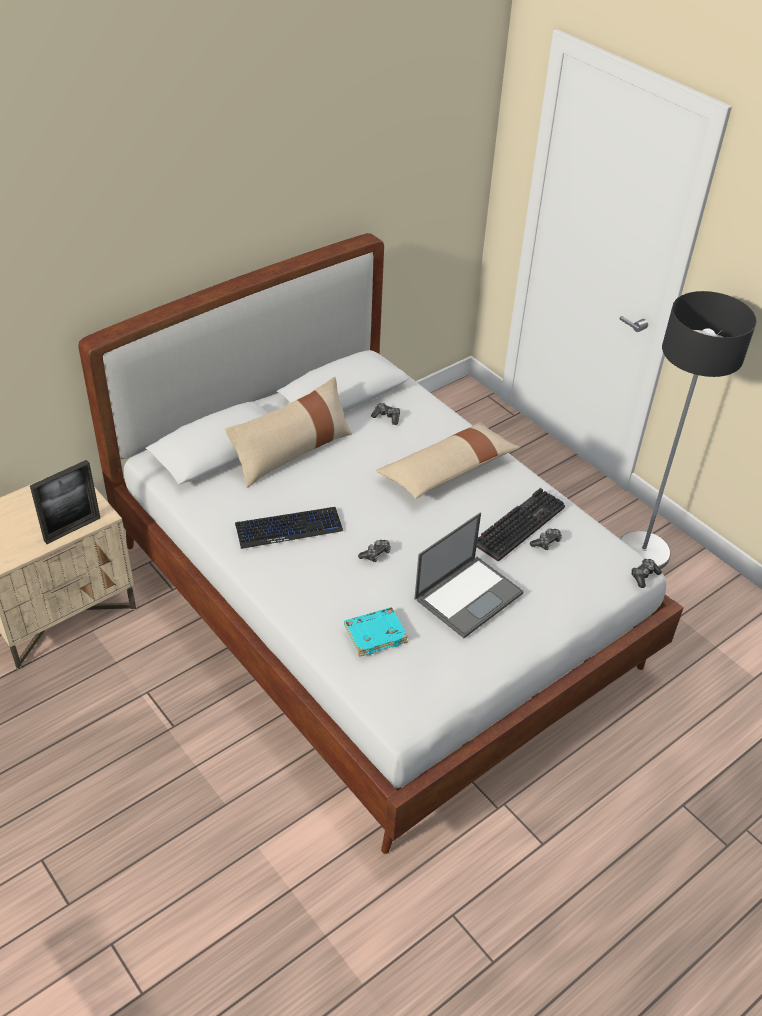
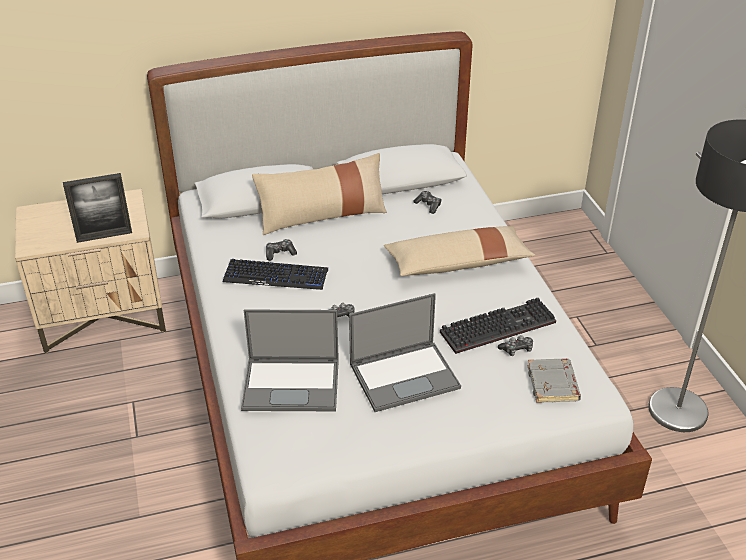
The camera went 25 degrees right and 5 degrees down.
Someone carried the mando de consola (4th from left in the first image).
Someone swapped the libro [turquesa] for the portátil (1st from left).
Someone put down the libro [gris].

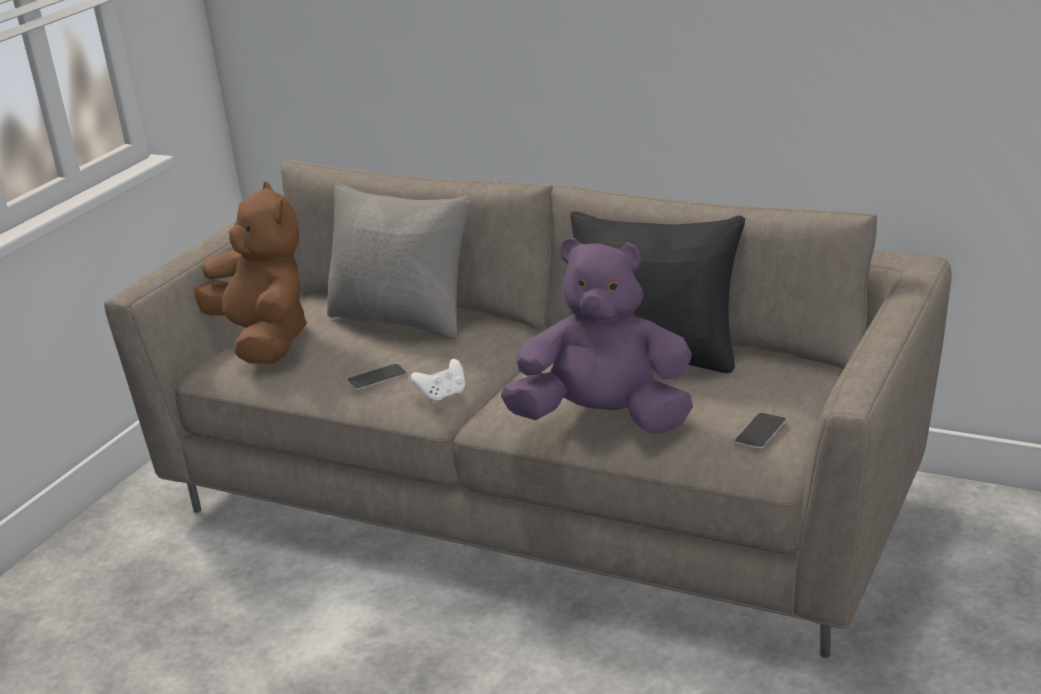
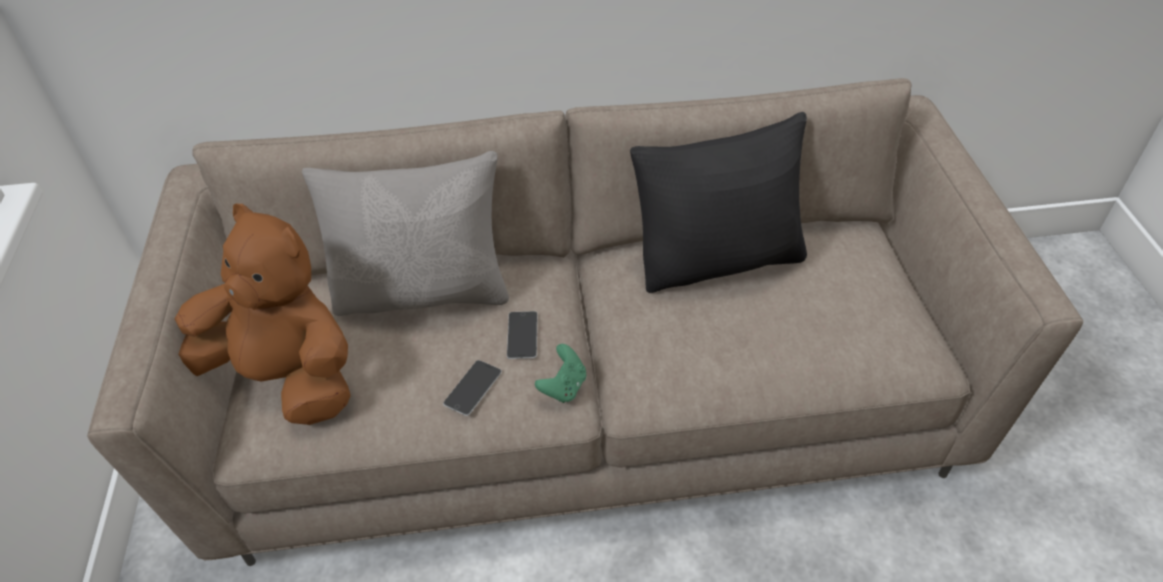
The camera went 35 degrees left and 20 degrees up.
Someone took away the peluche [morado].
Someone repainted the mando de consola [blanco], which became the mando de consola [verde].
Someone carried the móvil (2nd from left).

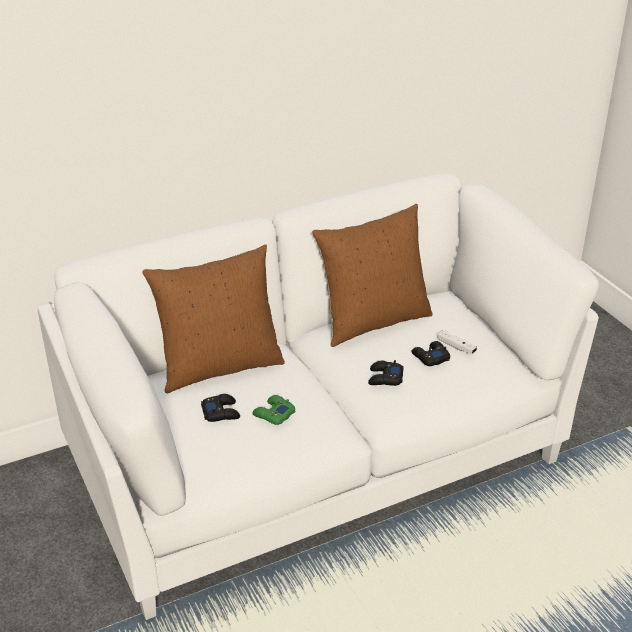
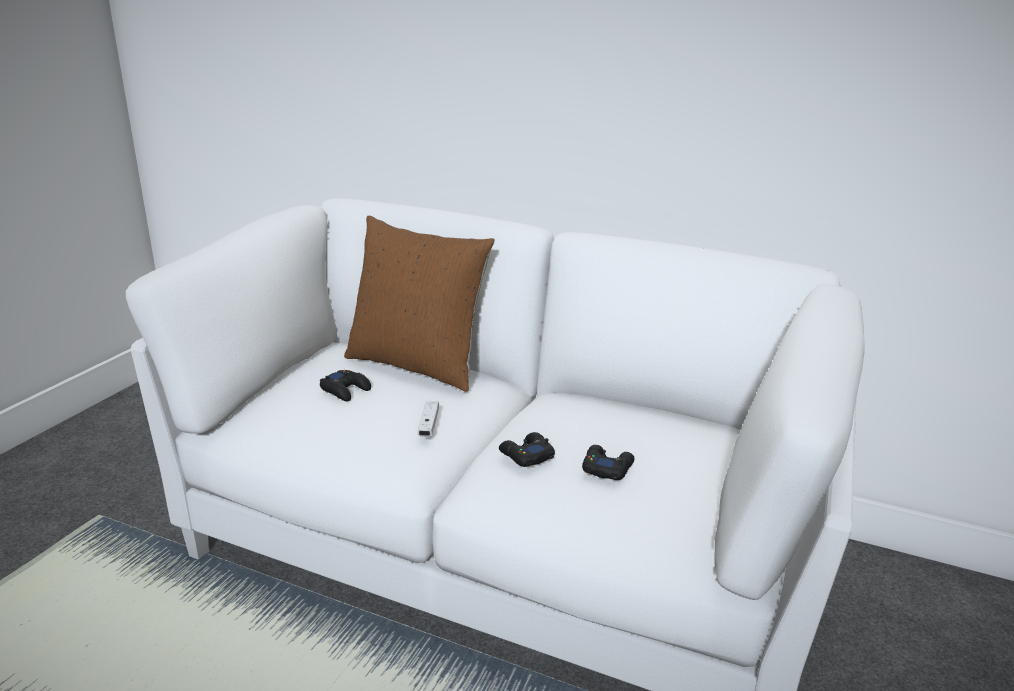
The camera went 50 degrees right and 10 degrees down.
Someone took away the cojín [marrón] (2nd from left).
Someone carried the mando de consola [blanco].
Someone took away the mando de consola [verde].

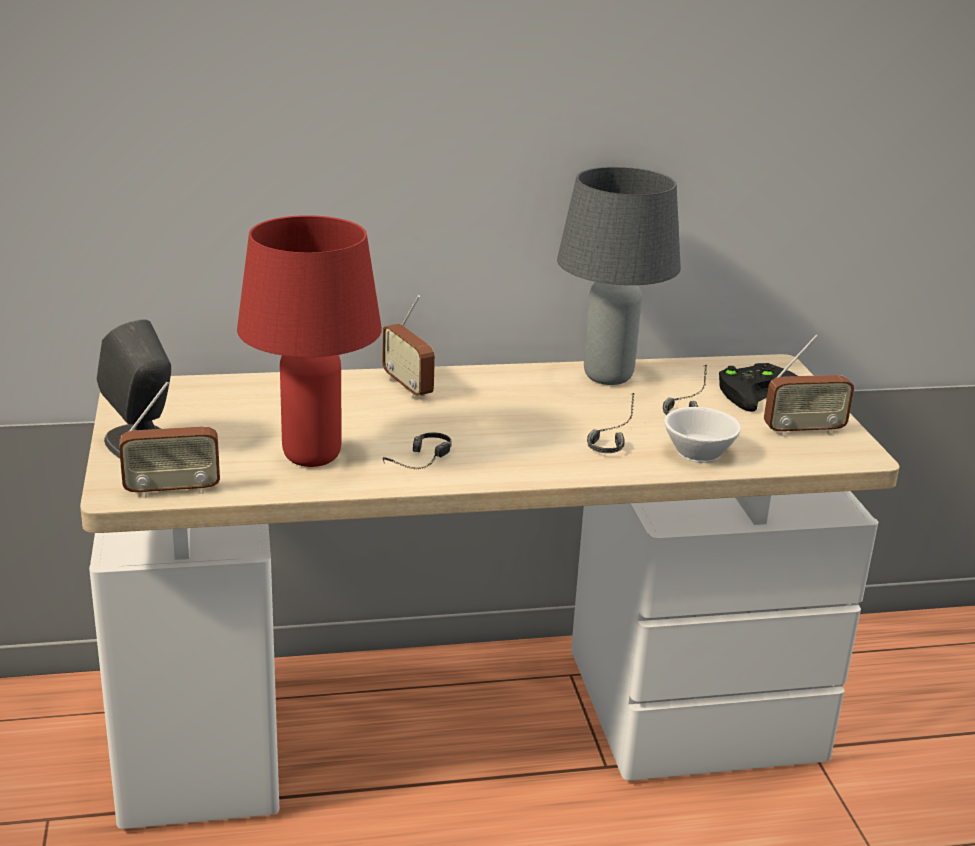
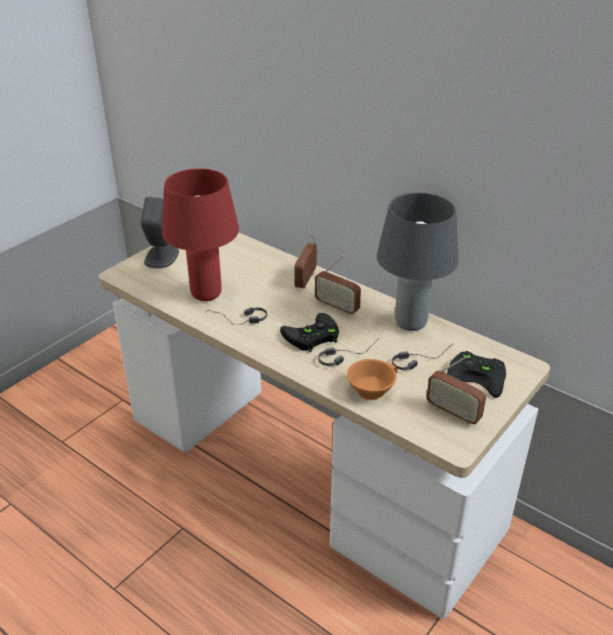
The camera went 50 degrees right and 10 degrees up.
Someone carried the radio (1st from left in the first image).
Someone repainted the taza [blanco], which became the taza [naranja].
Someone put down the mando de consola [negro] (1st from left).

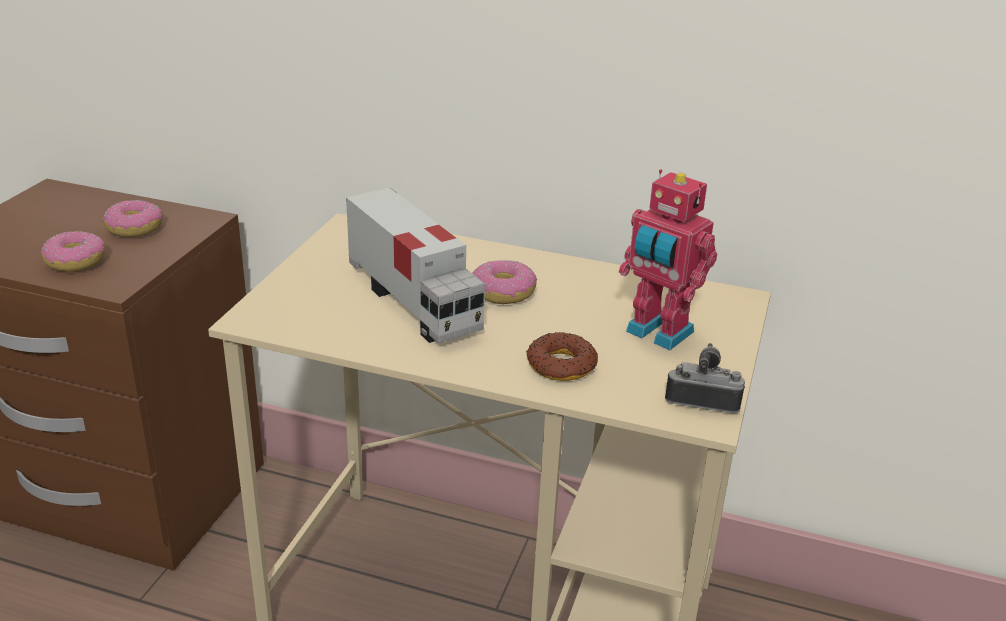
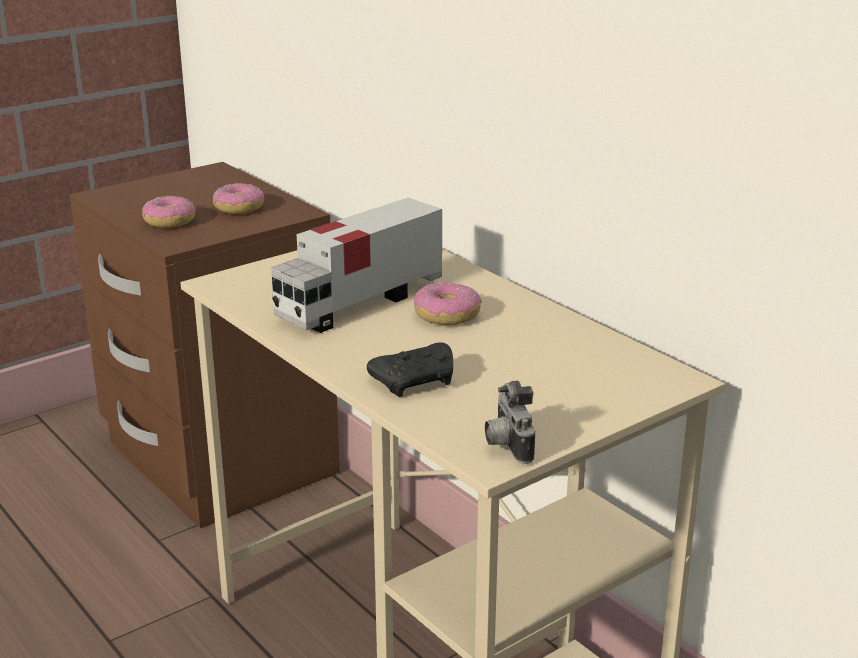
The camera went 35 degrees right and 5 degrees down.
Someone took away the robot de juguete.
Someone rotated the camión de juguete by 45 degrees clockwise.
Someone swapped the rosquilla (4th from left) for the mando de consola [negro].
Someone rotated the cámara by 150 degrees counterclockwise.

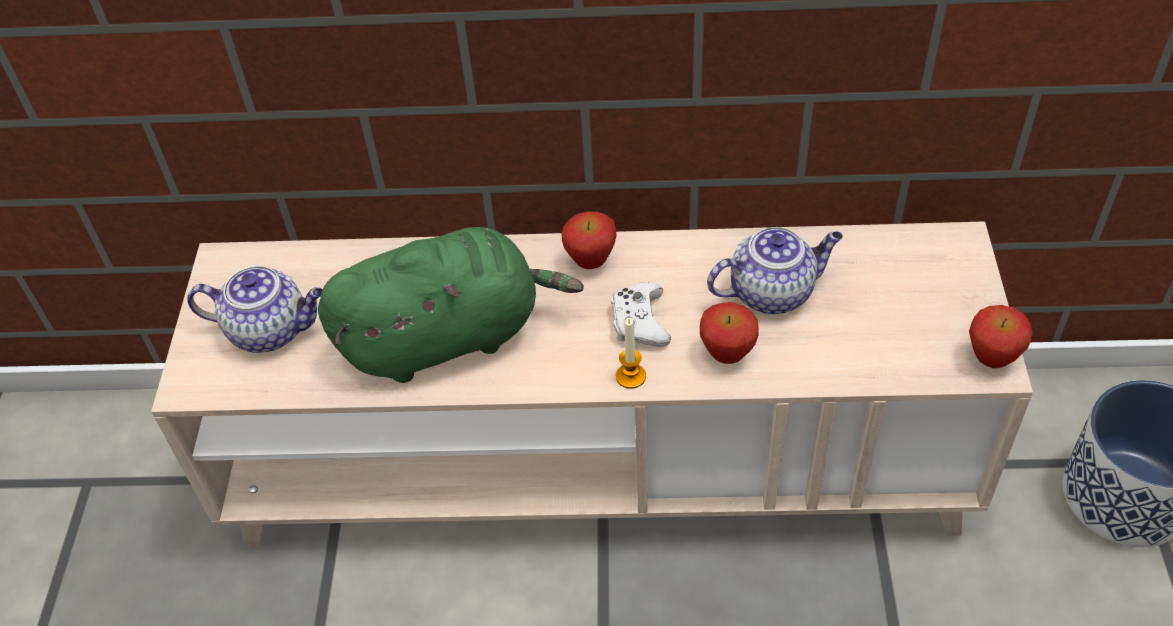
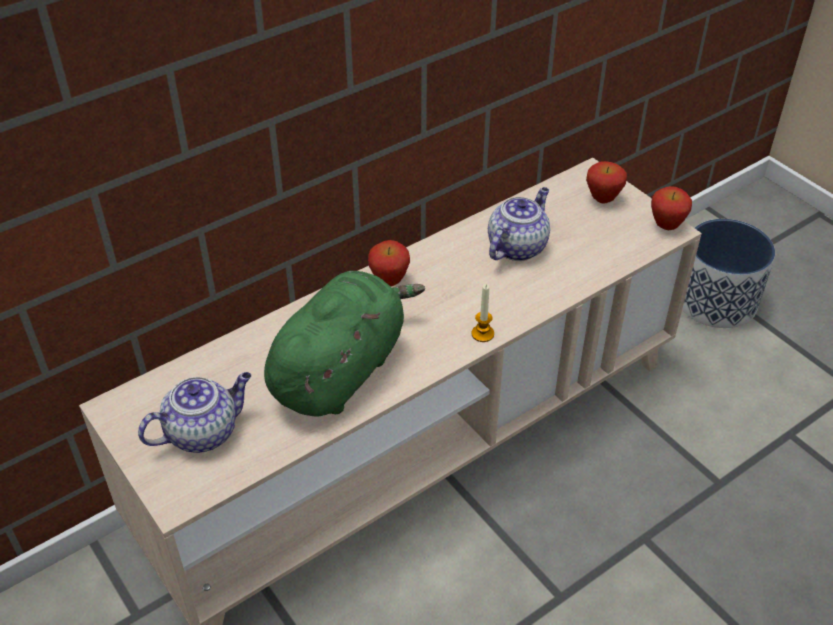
The camera went 40 degrees left and 5 degrees down.
Someone took away the mando de consola [blanco].
Someone carried the manzana (2nd from left).

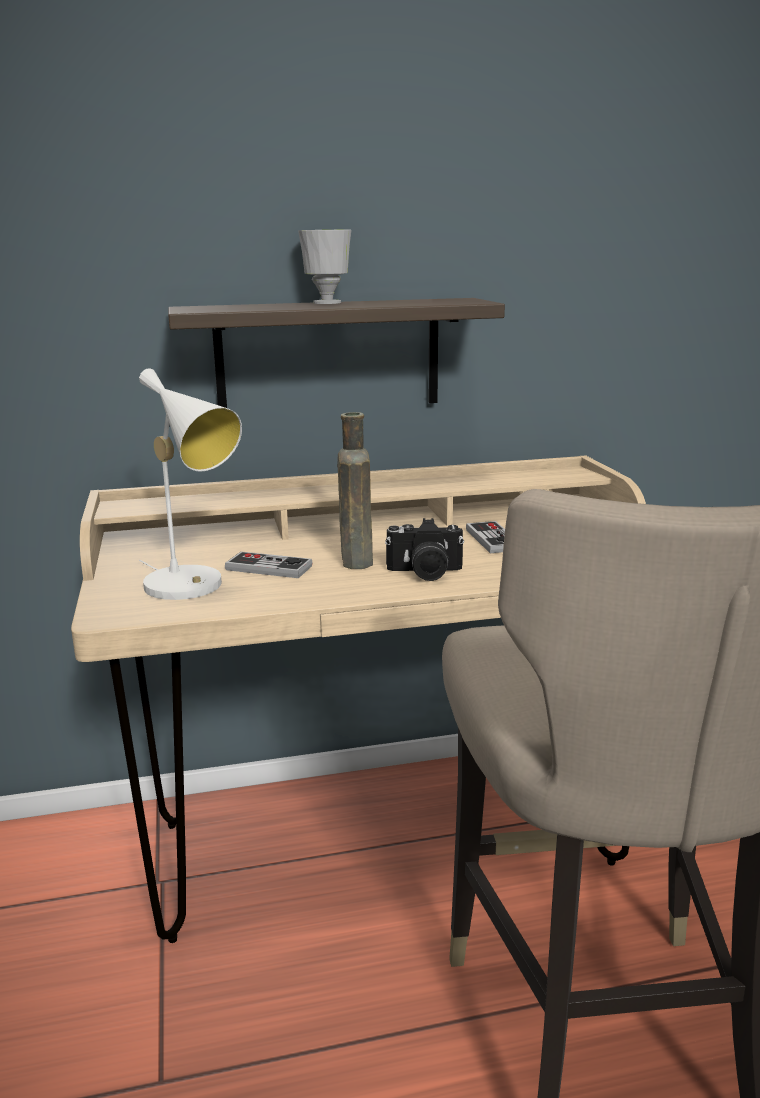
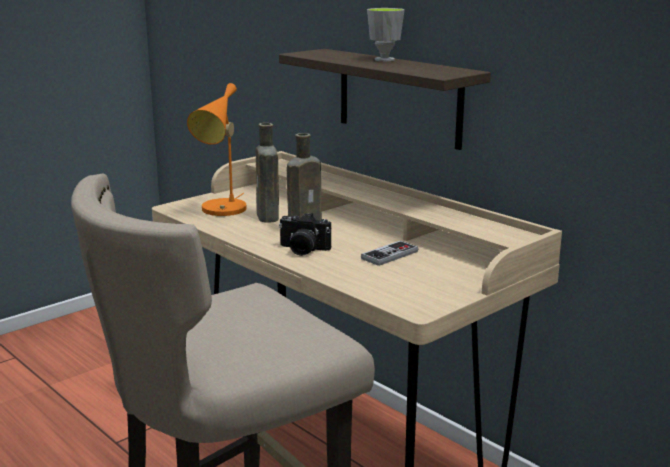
The camera went 60 degrees right and 0 degrees up.
Someone repainted the lámpara de mesa [blanco], which became the lámpara de mesa [naranja].
Someone rotated the cámara by 45 degrees counterclockwise.
Someone swapped the mando de consola (1st from left) for the botella [marrón] (1st from left).

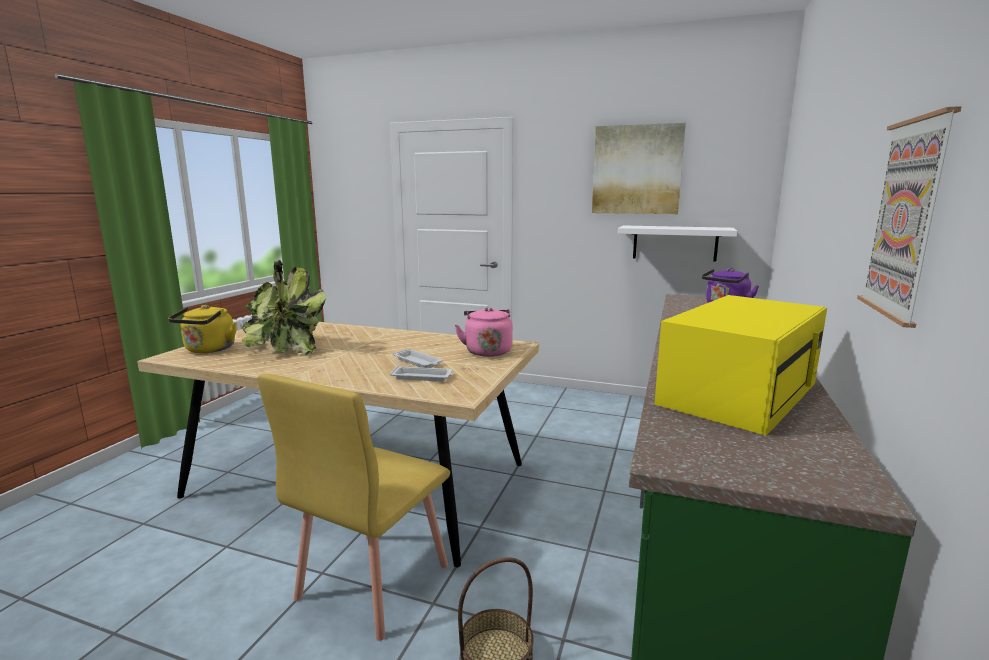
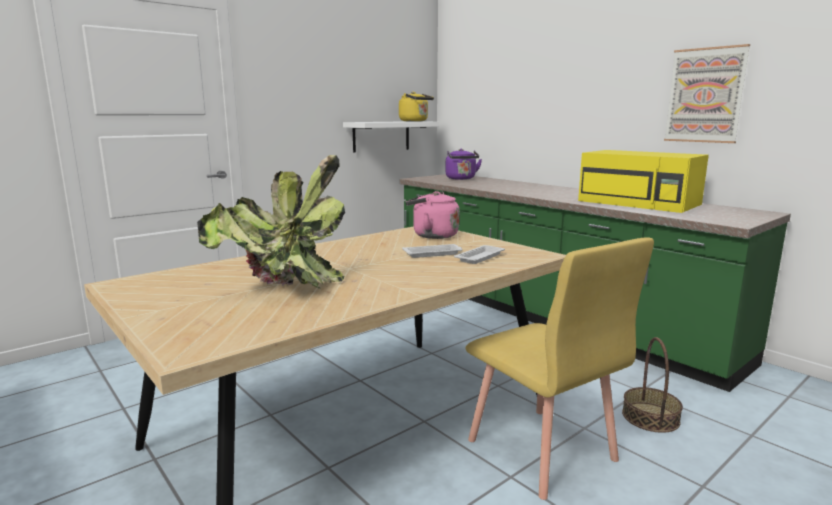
The camera went 60 degrees left and 0 degrees up.
Someone took away the cuadro (1st from left).
Someone rotated the microondas [amarillo] by 150 degrees clockwise.
Someone carried the hervidor [amarillo].

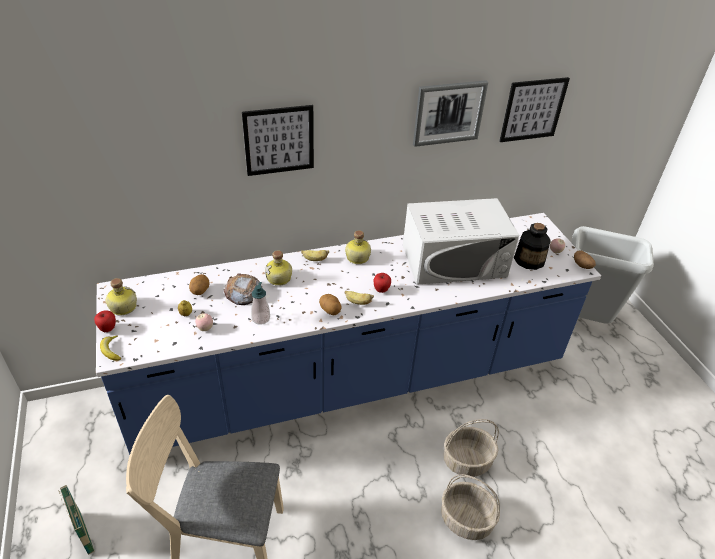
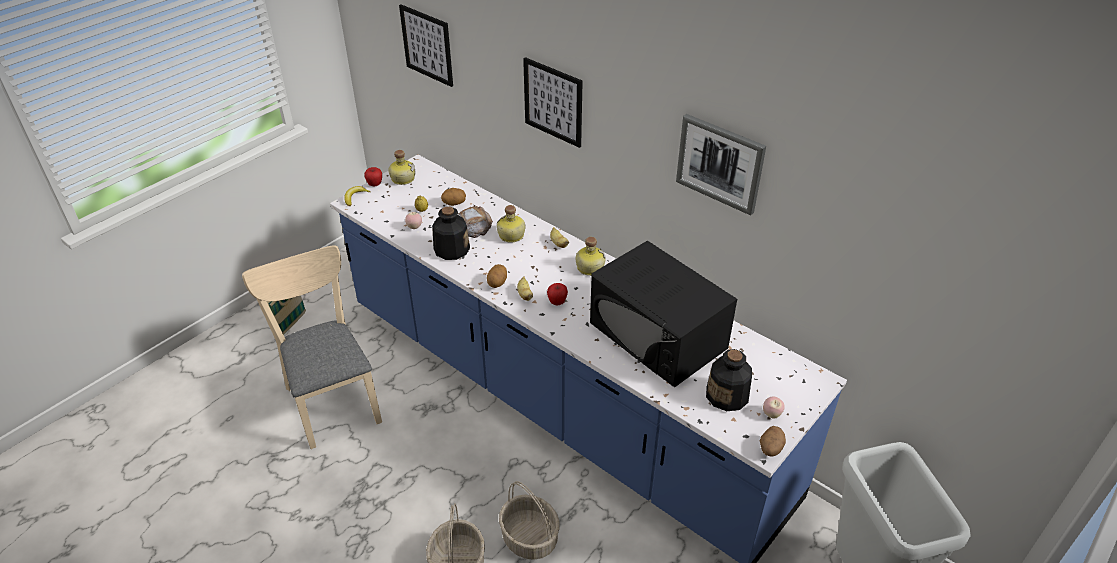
The camera went 60 degrees right and 0 degrees up.
Someone carried the cuadro (3rd from left in the first image).
Someone repainted the microondas [blanco], which became the microondas [negro].
Someone swapped the dispensador de jabón for the botella (2nd from left).

